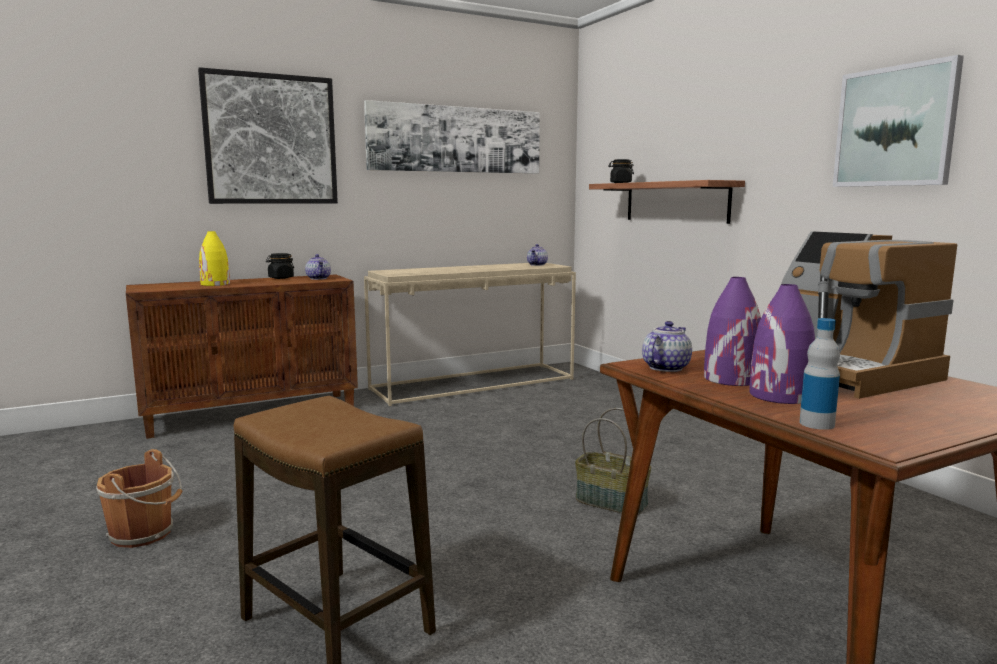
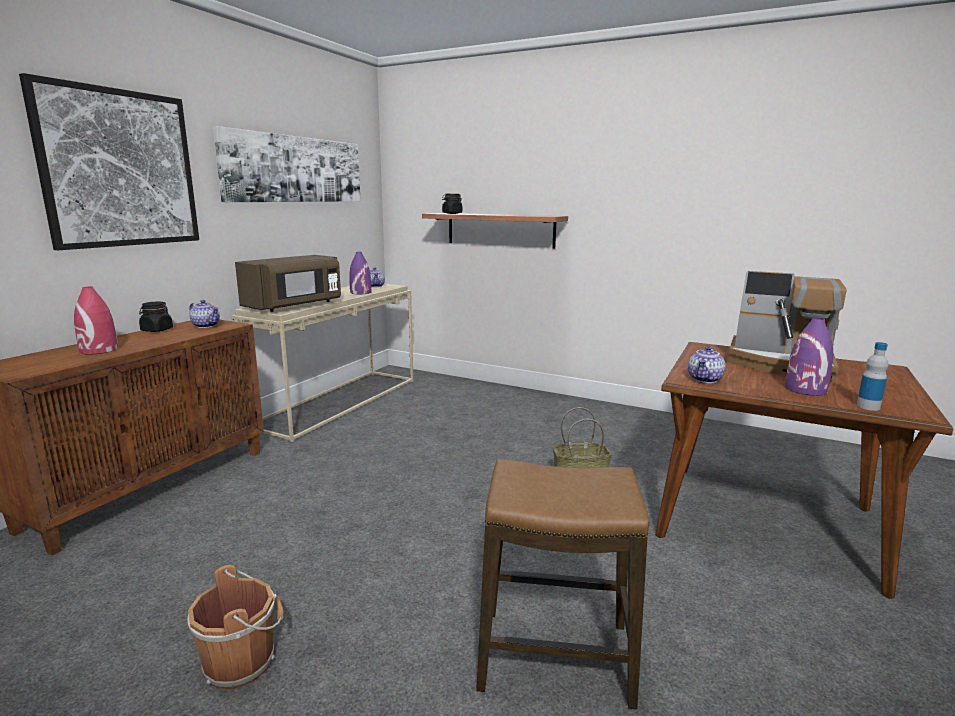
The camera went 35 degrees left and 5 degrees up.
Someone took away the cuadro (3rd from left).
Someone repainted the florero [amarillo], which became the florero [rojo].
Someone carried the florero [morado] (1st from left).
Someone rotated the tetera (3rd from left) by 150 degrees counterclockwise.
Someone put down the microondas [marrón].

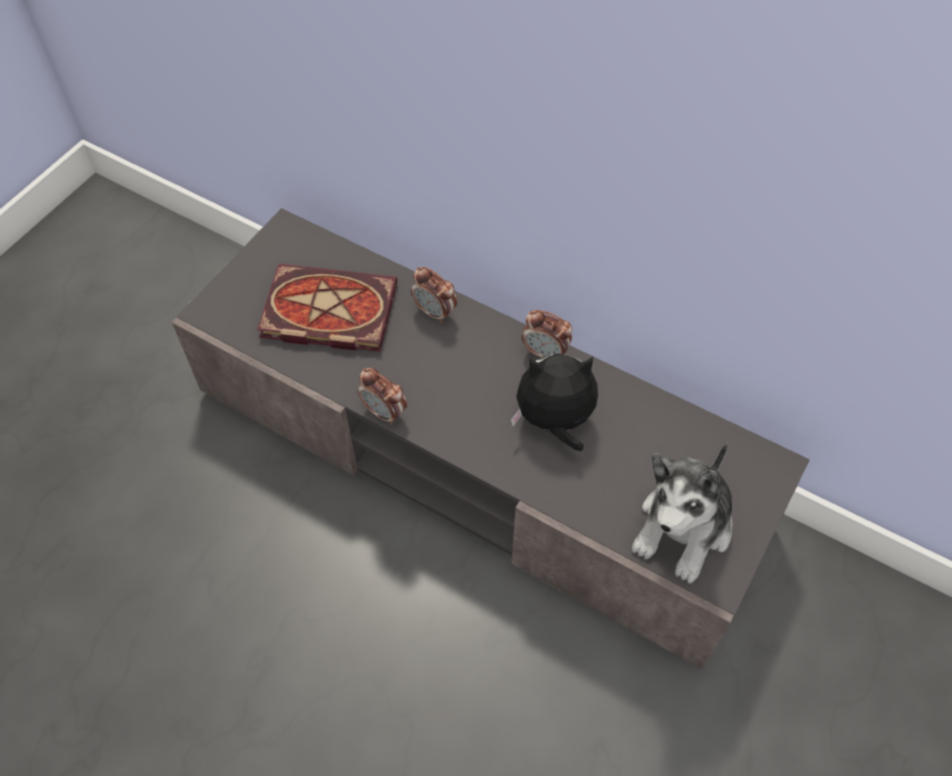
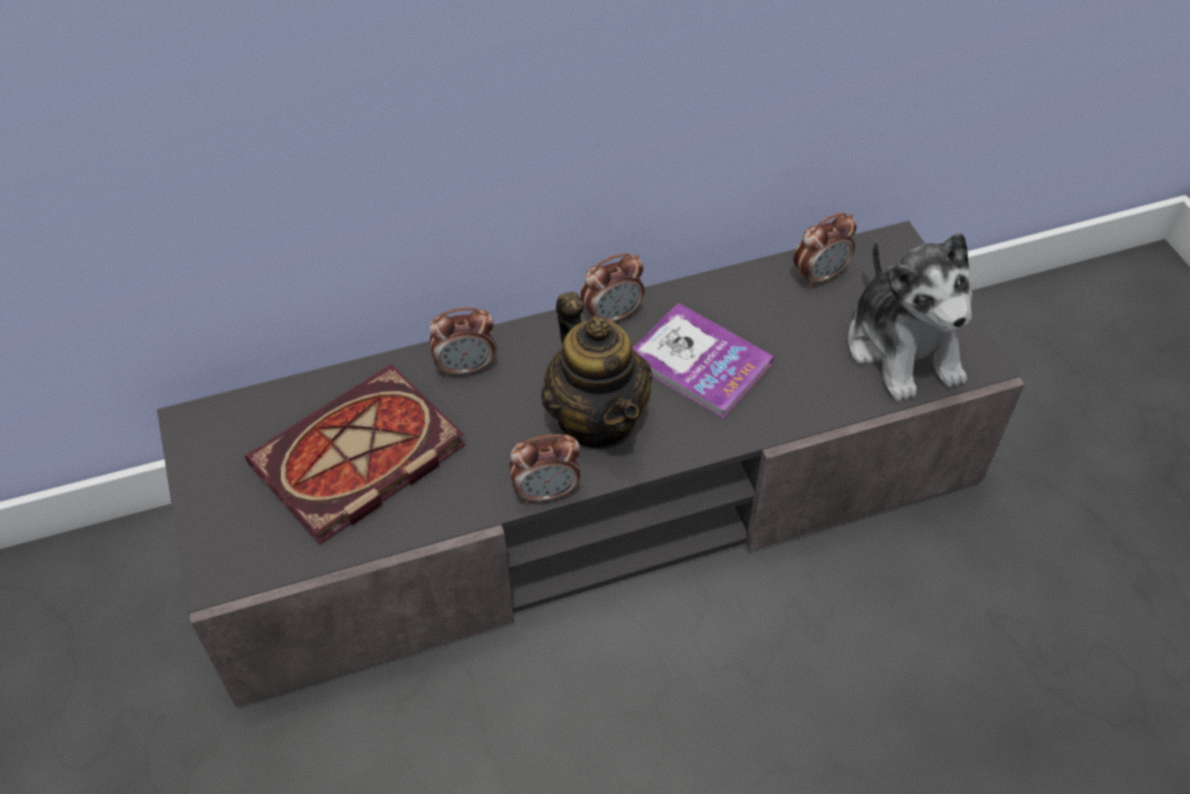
The camera went 50 degrees left and 5 degrees down.
Someone swapped the peluche (1st from left) for the libro (2nd from left).
Someone put down the despertador (4th from left).
Someone put down the tetera.

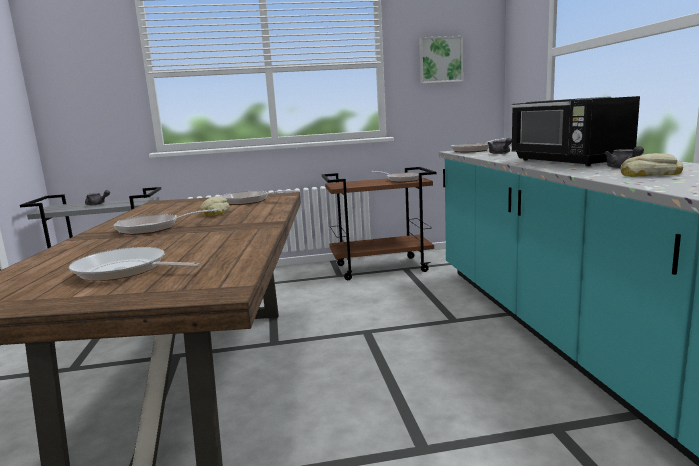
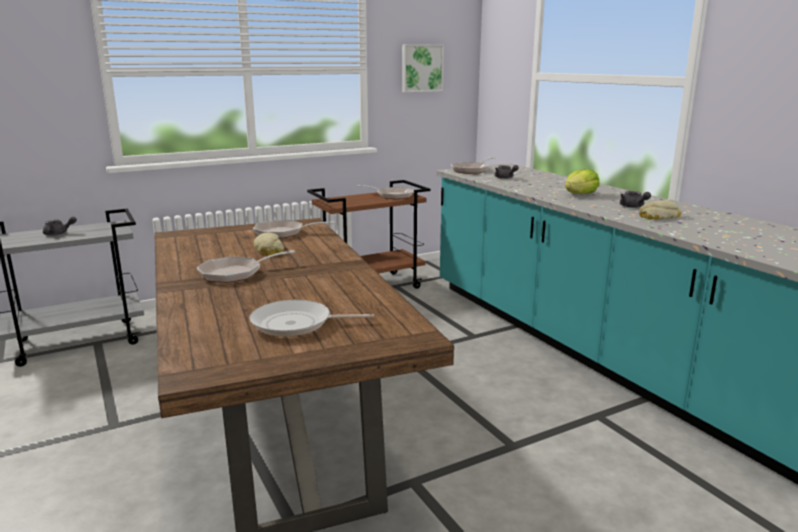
The camera went 20 degrees left and 5 degrees up.
Someone swapped the microondas [negro] for the lechuga.

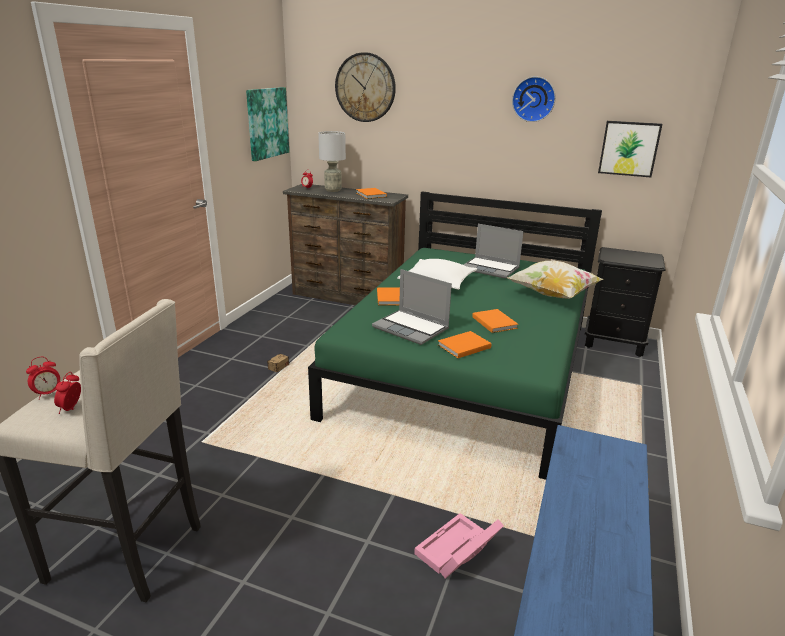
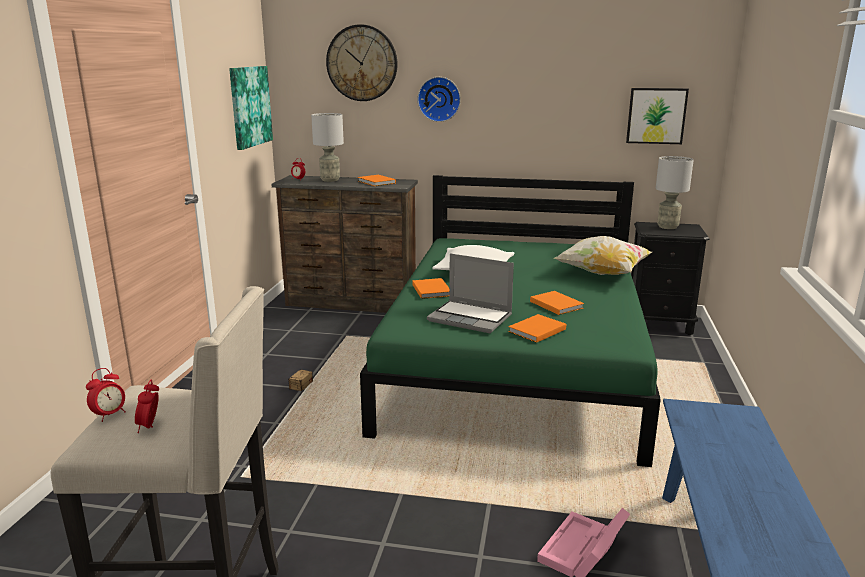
The camera went 10 degrees left and 5 degrees down.
Someone carried the reloj de pared (2nd from left).
Someone took away the portátil (2nd from left).
Someone put down the lámpara de mesa [gris] (2nd from left).

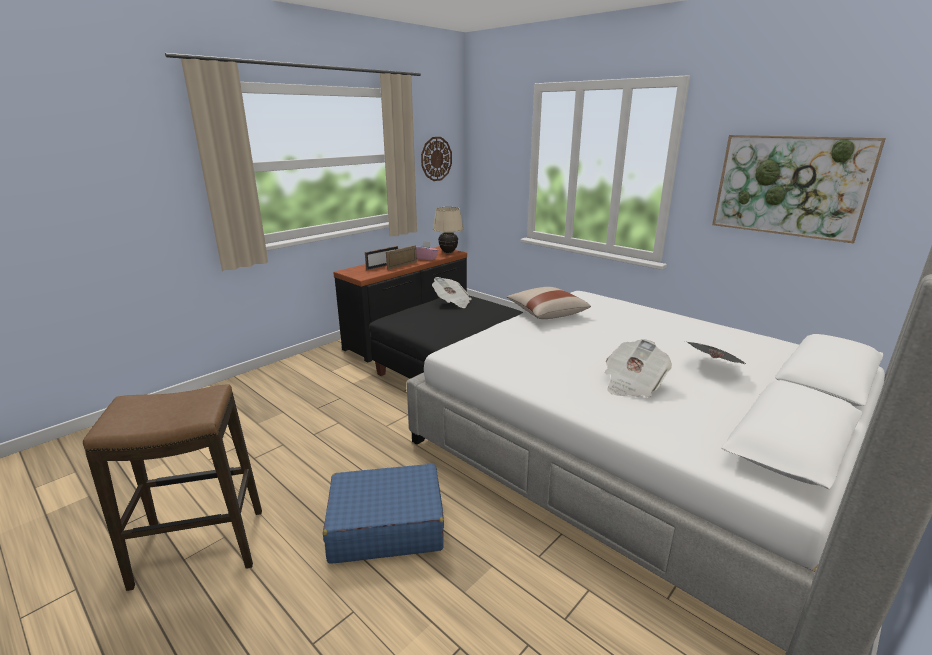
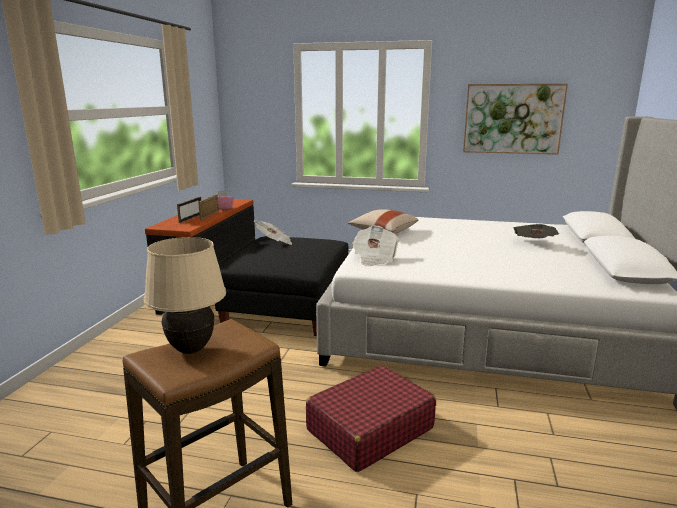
The camera went 30 degrees left and 5 degrees down.
Someone took away the reloj de pared.
Someone carried the lámpara de mesa [beis].
Someone carried the periódico (2nd from left).
Someone repainted the maleta [azul], which became the maleta [rojo].

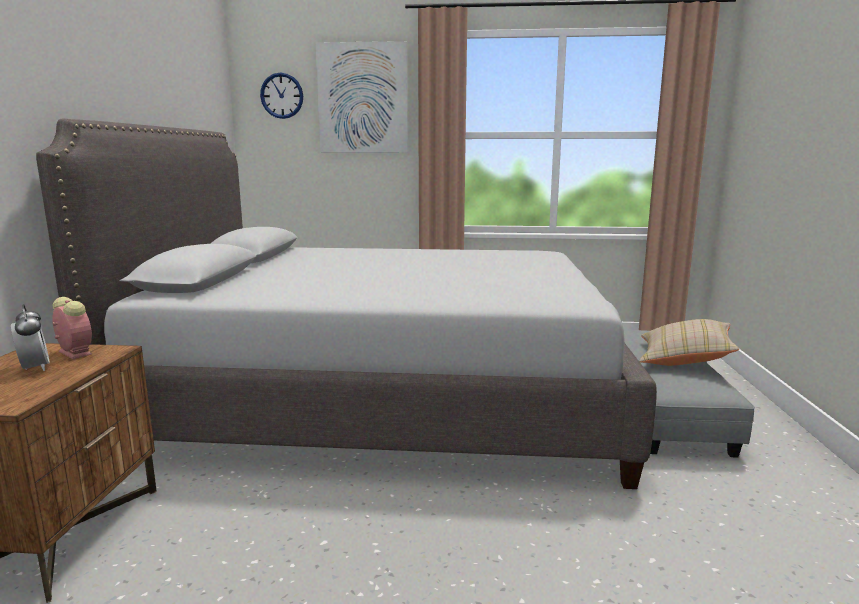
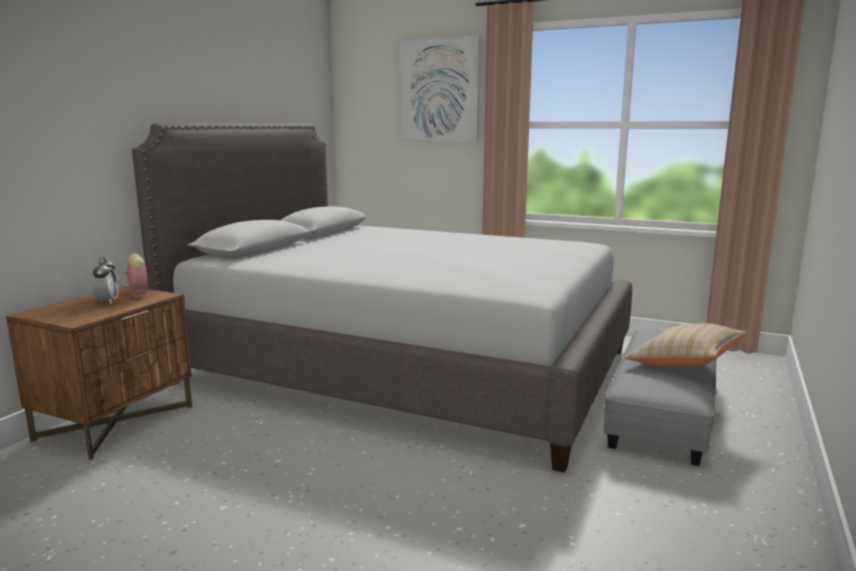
The camera went 20 degrees right and 0 degrees up.
Someone took away the reloj de pared.

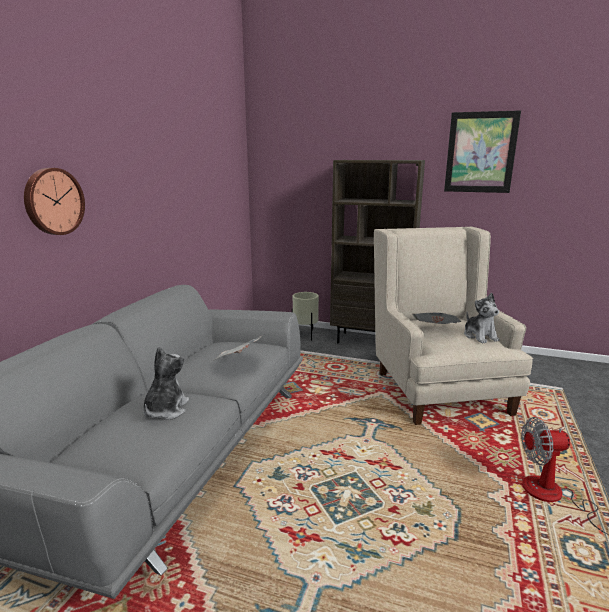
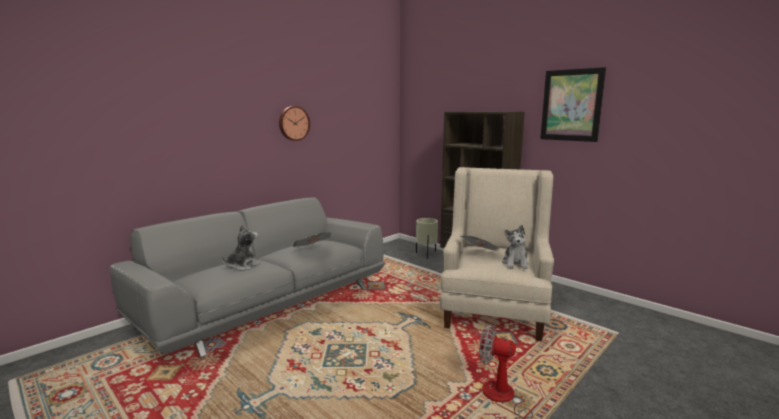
The camera went 25 degrees right and 5 degrees down.
Someone carried the reloj de pared.

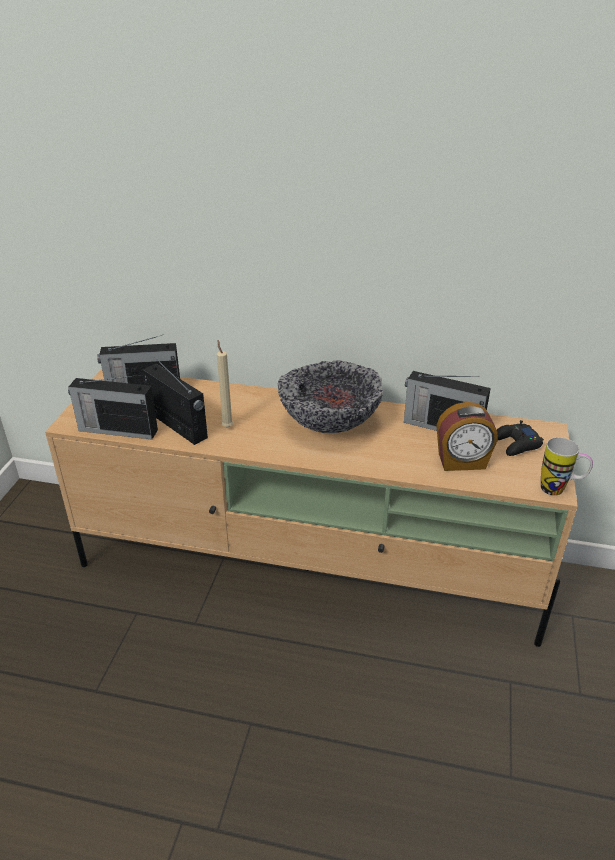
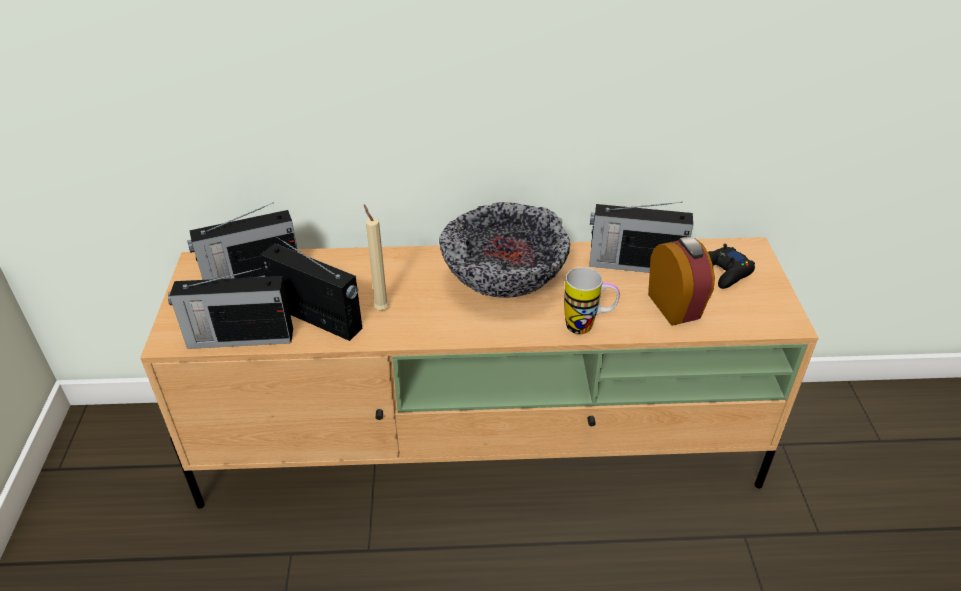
The camera went 15 degrees left and 5 degrees up.
Someone rotated the despertador by 90 degrees counterclockwise.
Someone carried the taza grande.

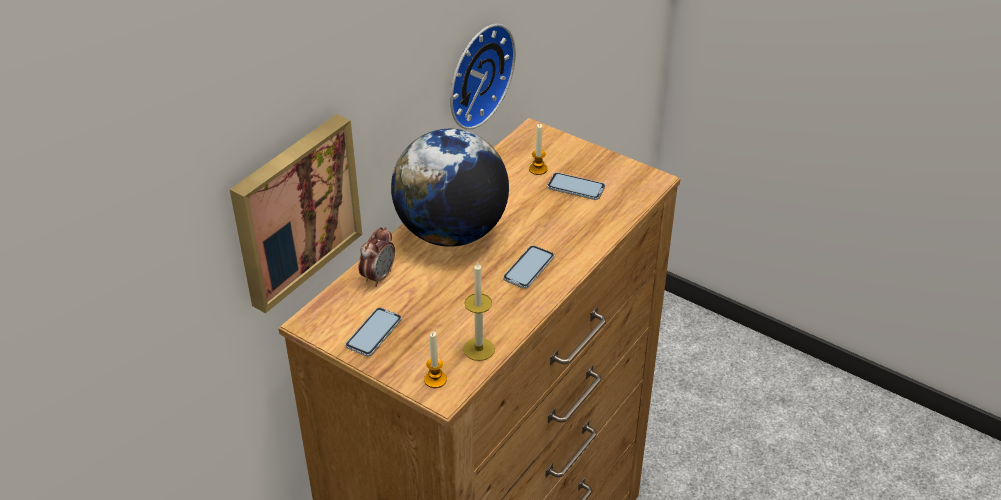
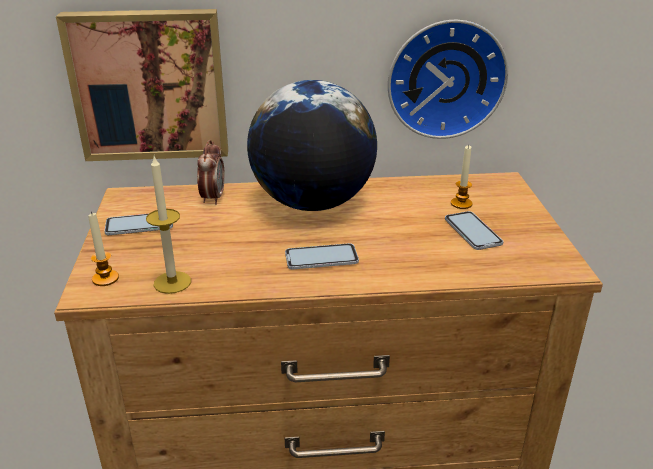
The camera went 50 degrees right and 10 degrees down.
Someone rotated the despertador by 75 degrees counterclockwise.

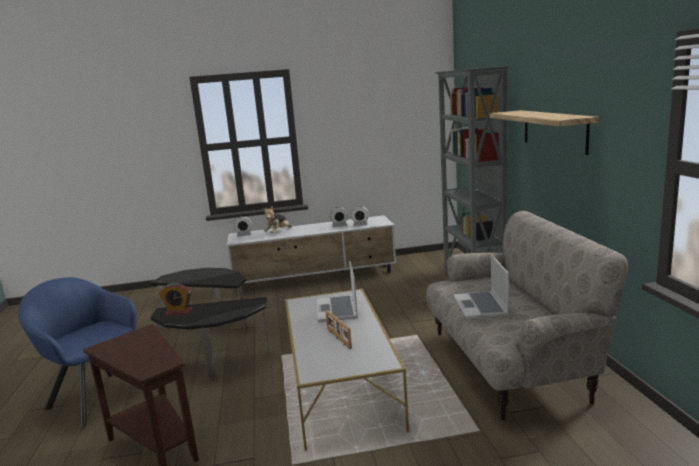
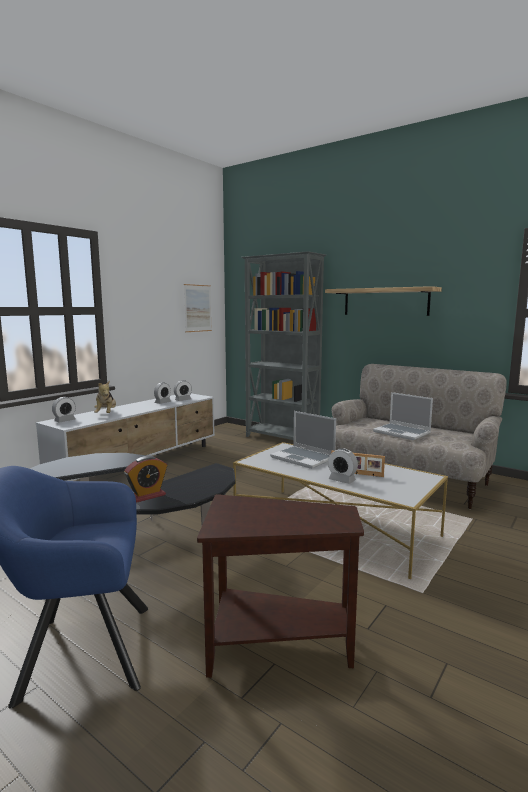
The camera went 45 degrees left and 5 degrees down.
Someone put up the cuadro.
Someone put down the despertador (5th from left).

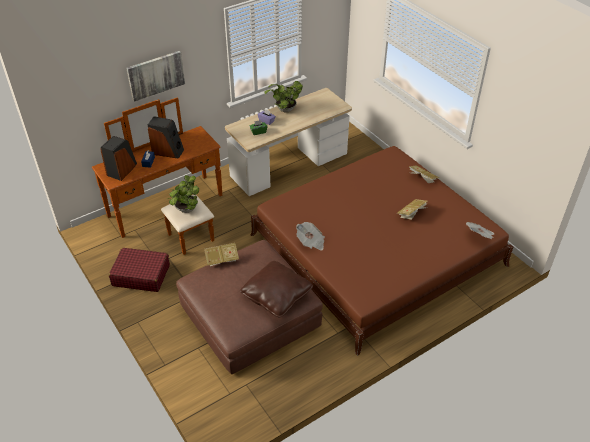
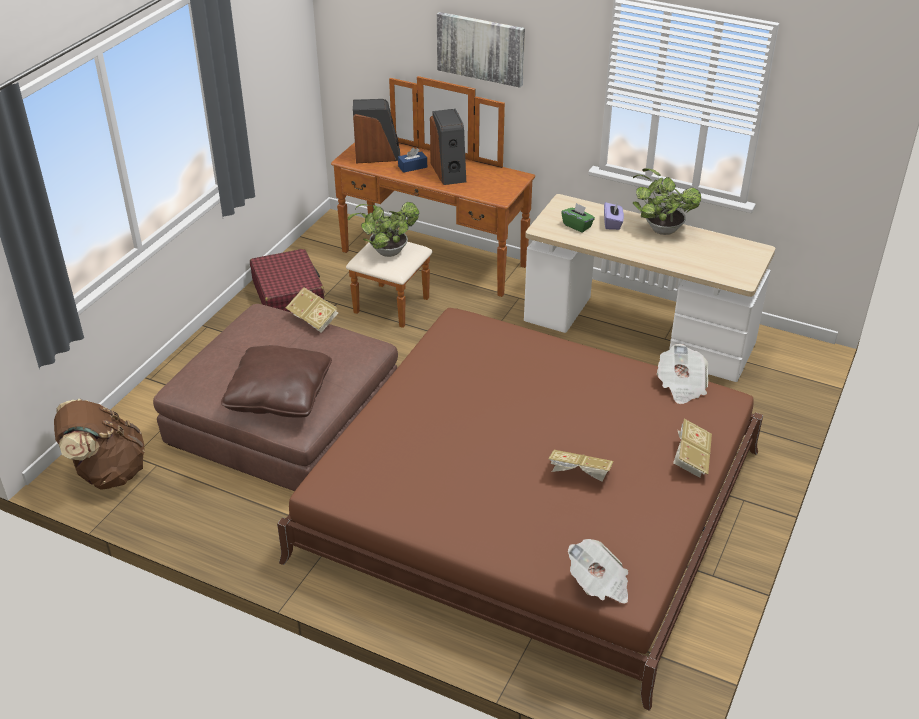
The camera went 60 degrees right and 5 degrees down.
Someone carried the periódico (1st from left in the first image).
Someone put down the mochila [marrón].

